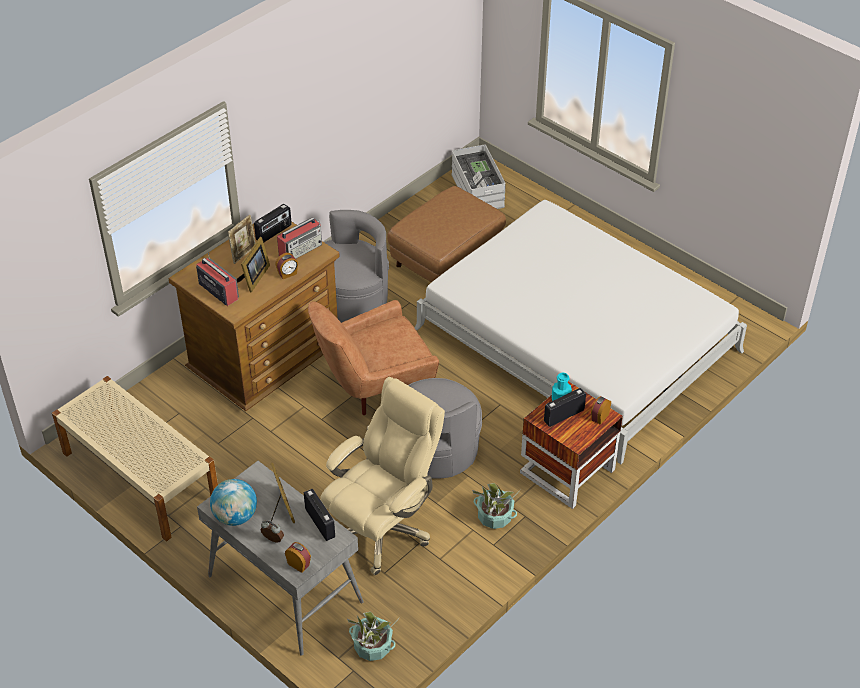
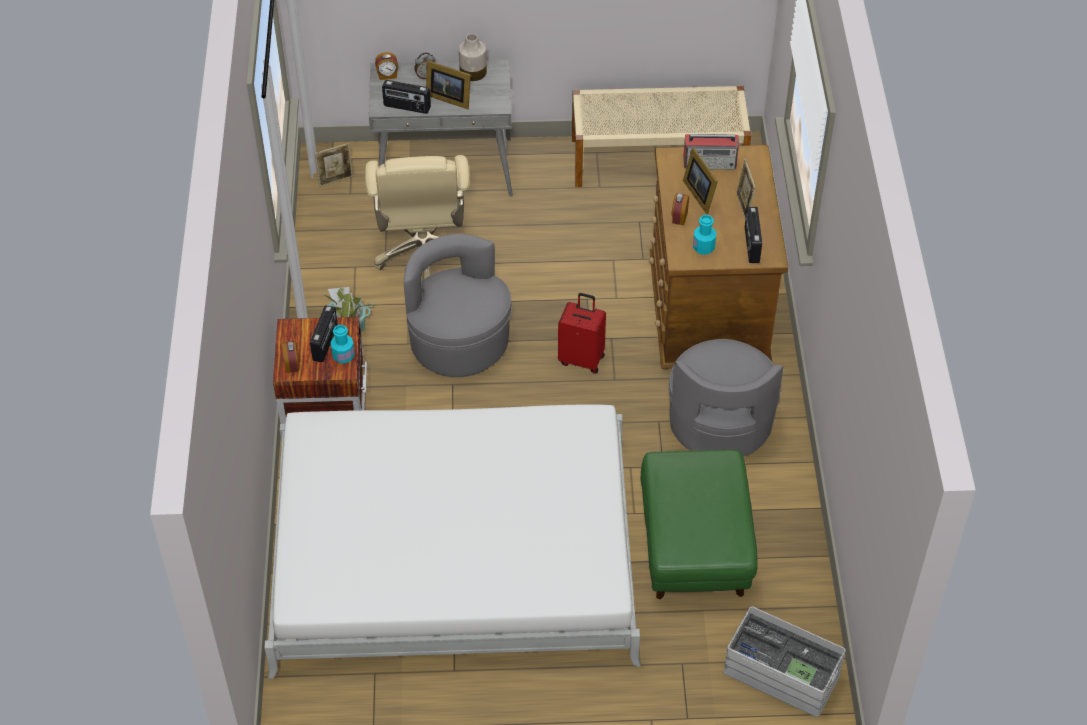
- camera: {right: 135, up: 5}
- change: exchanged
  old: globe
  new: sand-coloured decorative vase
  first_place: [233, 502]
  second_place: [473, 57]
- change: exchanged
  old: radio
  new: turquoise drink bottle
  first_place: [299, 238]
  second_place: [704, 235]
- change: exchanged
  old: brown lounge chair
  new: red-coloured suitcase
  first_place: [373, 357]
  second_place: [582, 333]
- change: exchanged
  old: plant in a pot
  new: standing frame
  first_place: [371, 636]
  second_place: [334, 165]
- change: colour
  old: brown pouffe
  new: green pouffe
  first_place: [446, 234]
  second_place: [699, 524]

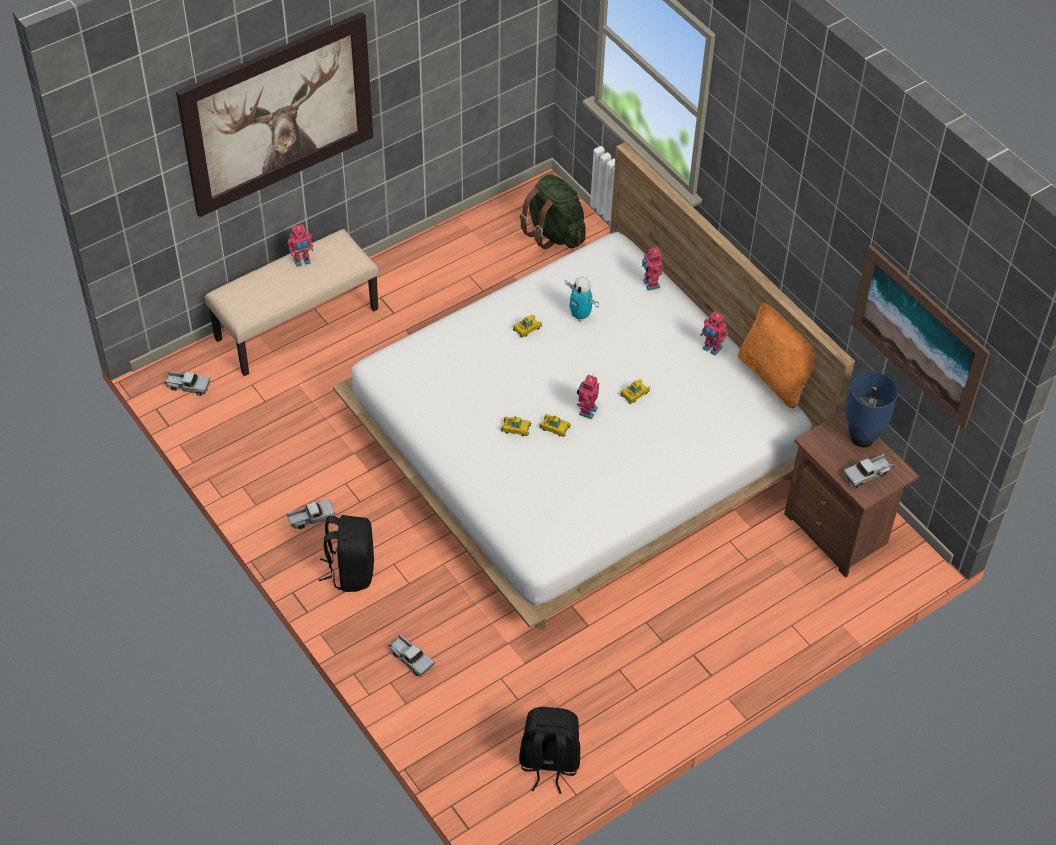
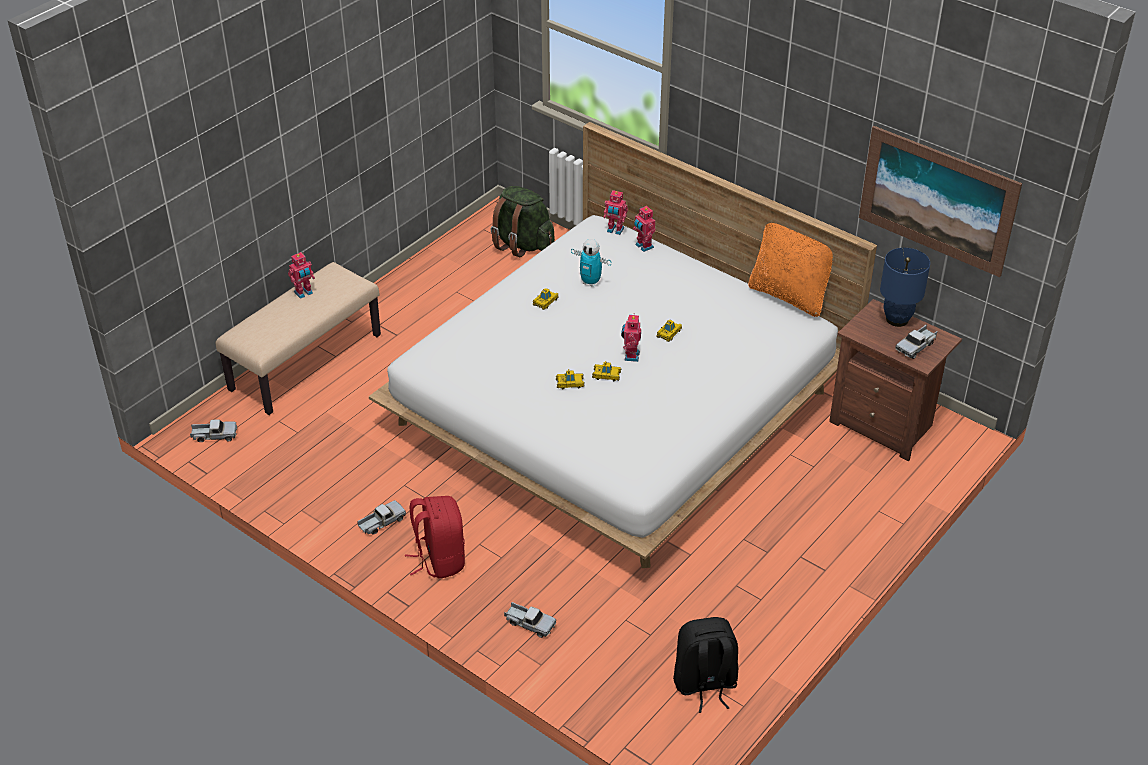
- camera: {right: -15, up: -10}
- change: missing
  old: picture
  first_place: [274, 114]
- change: colour
  old: black rucksack
  new: red-coloured rucksack
  first_place: [346, 553]
  second_place: [435, 537]
- change: relocated
  old: robot figure
  first_place: [714, 333]
  second_place: [616, 212]

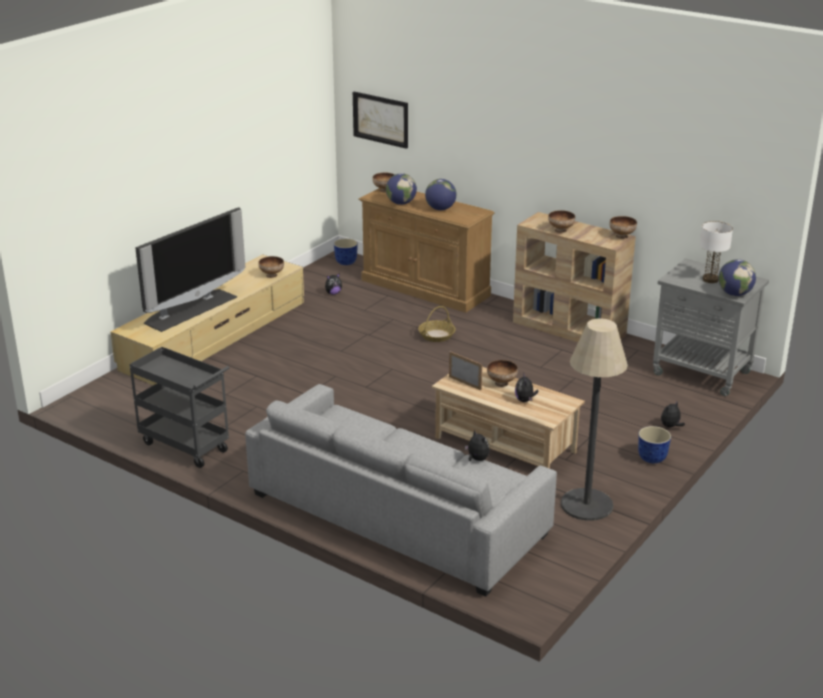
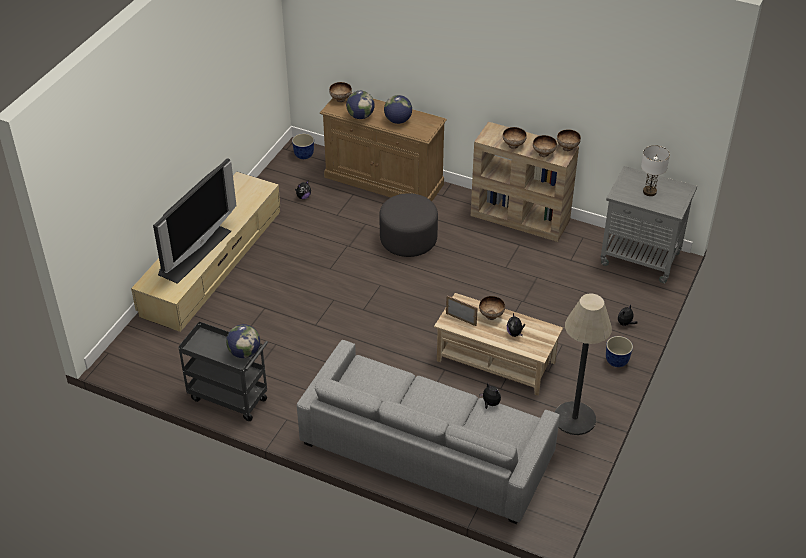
- camera: {right: -10, up: 15}
- change: relocated
  old: bowl
  first_place: [271, 267]
  second_place: [545, 146]
- change: missing
  old: picture
  first_place: [380, 120]
- change: exchanged
  old: household basket
  new: greyish pouffe
  first_place: [437, 324]
  second_place: [408, 225]
- change: relocated
  old: globe
  first_place: [737, 277]
  second_place: [243, 341]

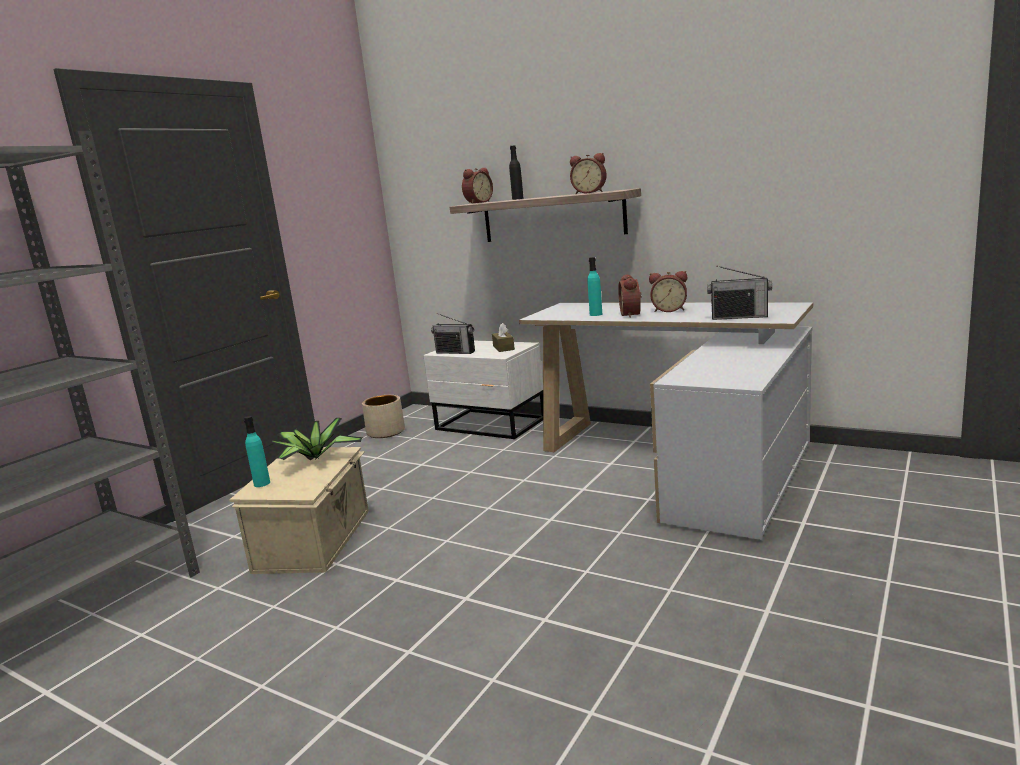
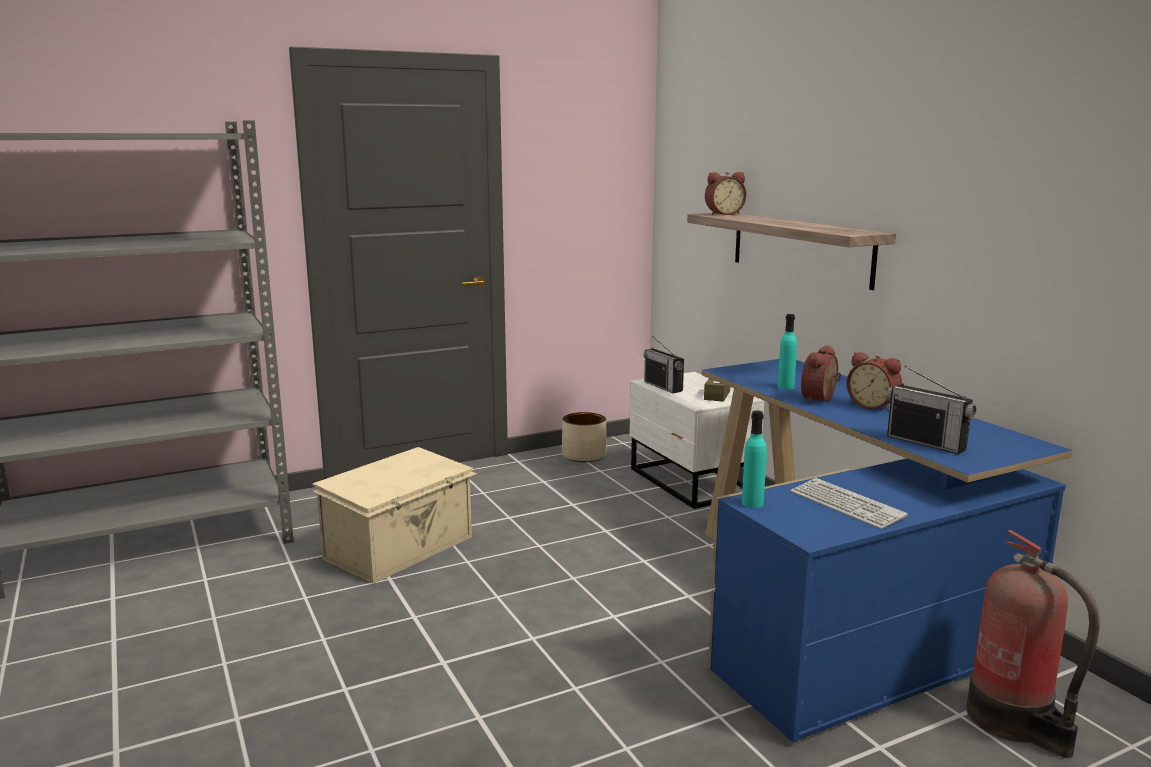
- camera: {right: 30, up: 0}
- change: relocated
  old: turquoise drink bottle
  first_place: [257, 451]
  second_place: [754, 459]
- change: missing
  old: plant in a pot
  first_place: [318, 439]
- change: missing
  old: black drink bottle
  first_place: [516, 172]
- change: colour
  old: white desk
  new: blue-coloured desk
  first_place: [666, 421]
  second_place: [887, 551]
- change: missing
  old: alarm clock
  first_place: [588, 173]
- change: appeared
  new: PC keyboard
  second_place: [849, 503]
- change: appeared
  new: fire-fighting cylinder
  second_place: [1033, 644]

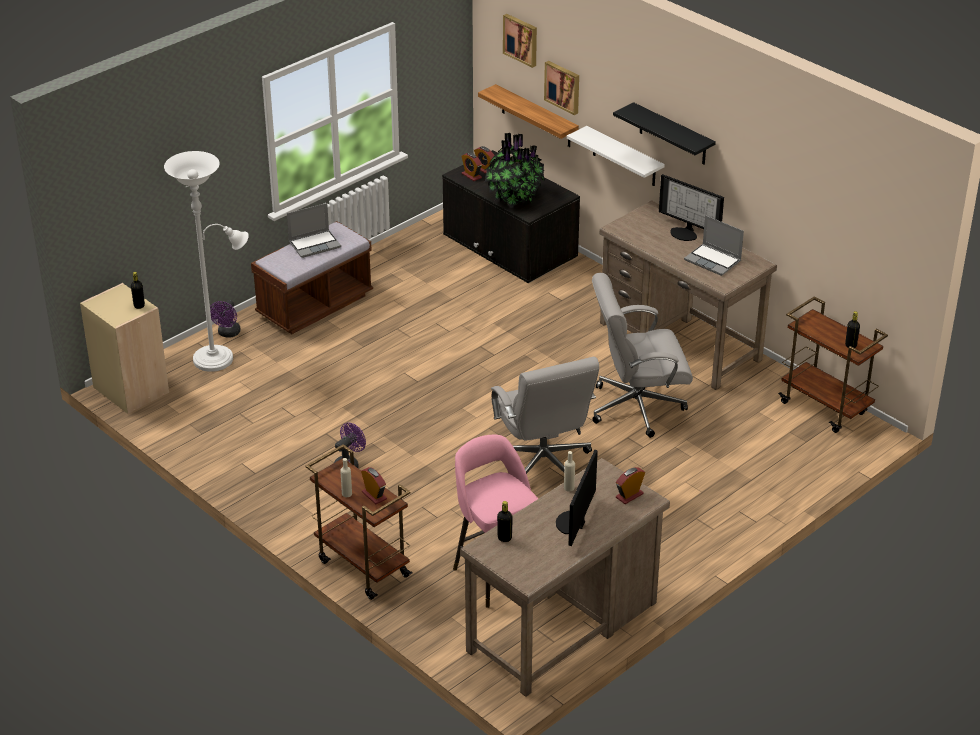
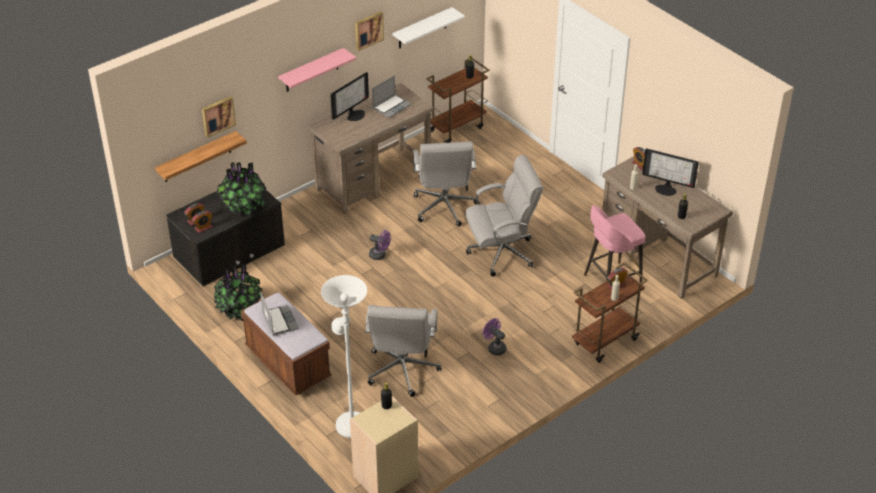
- camera: {right: -85, up: 5}
- change: relocated
  old: purple electric fan
  first_place: [225, 318]
  second_place: [380, 245]
- change: relocated
  old: picture
  first_place: [520, 41]
  second_place: [369, 31]
- change: relocated
  old: white wall shelf
  first_place: [616, 156]
  second_place: [428, 28]
- change: colour
  old: black wall shelf
  new: pinkish wall shelf
  first_place: [664, 133]
  second_place: [317, 70]
- change: appeared
  new: plant in a pot
  second_place: [238, 292]
- change: appeared
  new: greyish desk chair
  second_place: [403, 351]

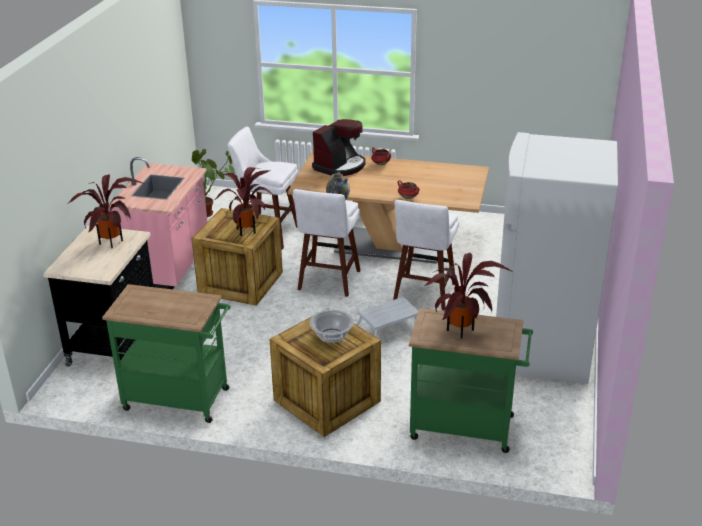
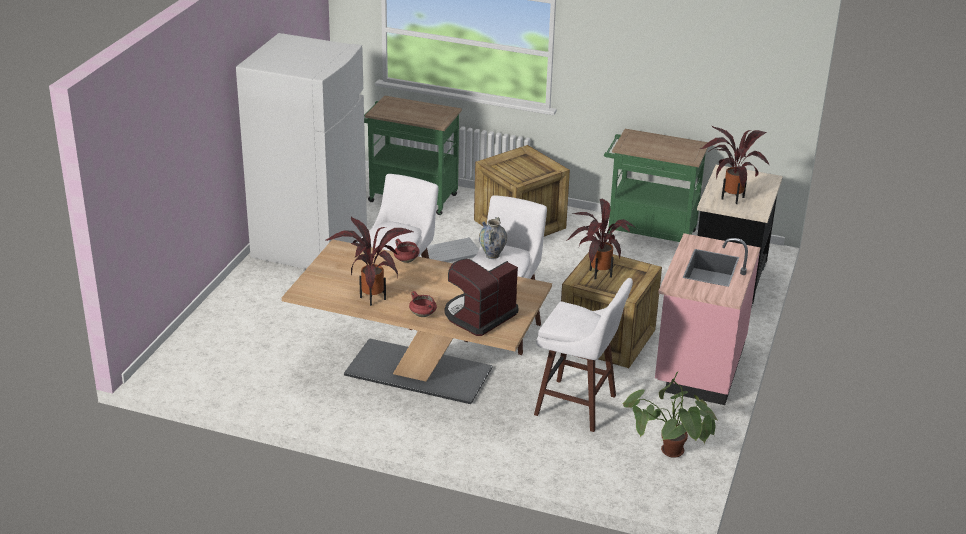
- camera: {right: -175, up: 0}
- change: missing
  old: stockpot
  first_place: [332, 326]
- change: relocated
  old: plant in a pot
  first_place: [467, 295]
  second_place: [369, 261]

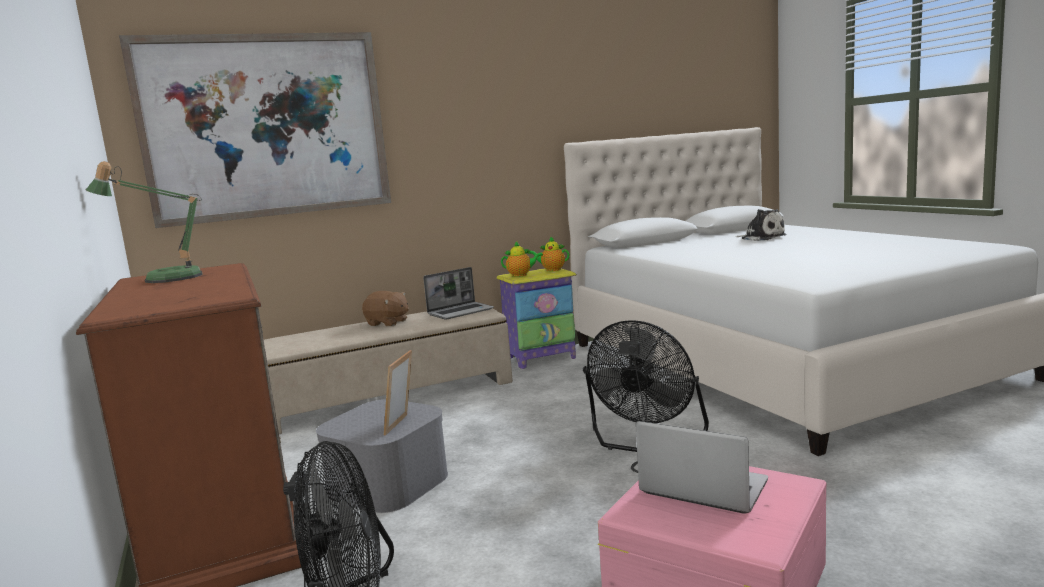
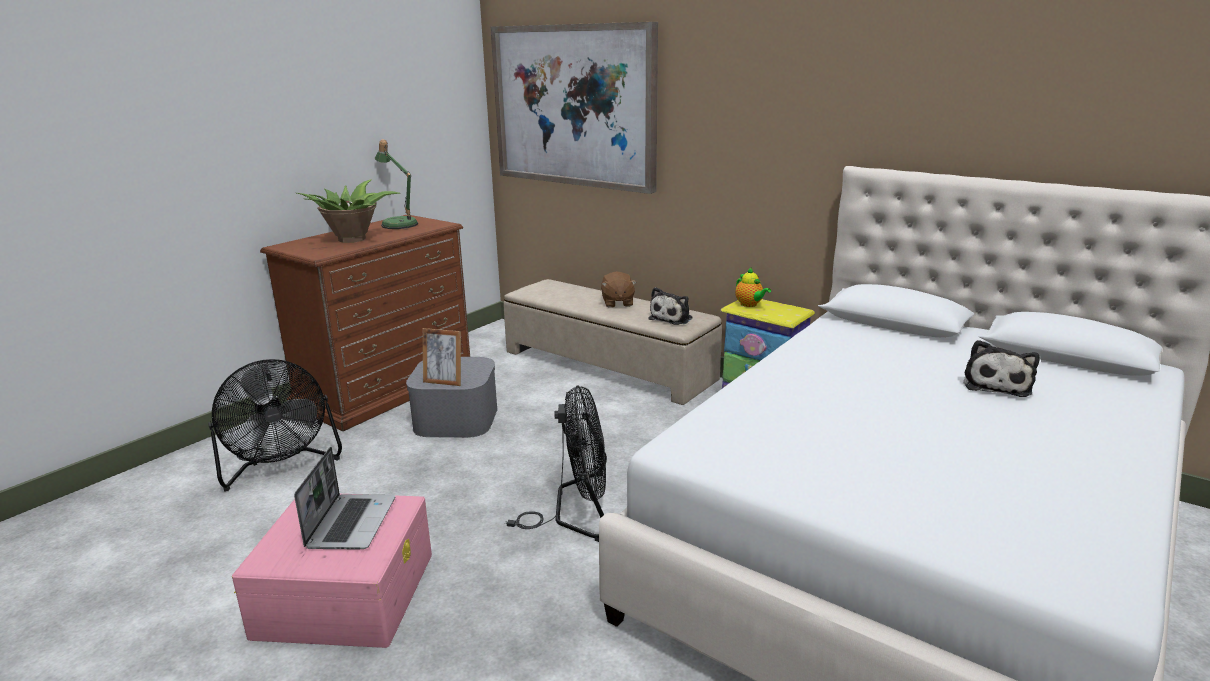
- camera: {right: 60, up: 10}
- change: spun
  old: standing frame
  first_place: [398, 393]
  second_place: [442, 357]
  degrees: -150
- change: exchanged
  old: portable computer
  new: plush toy
  first_place: [458, 293]
  second_place: [670, 306]
- change: missing
  old: tea pot
  first_place: [548, 253]
- change: appeared
  new: plant in a pot
  second_place: [348, 211]

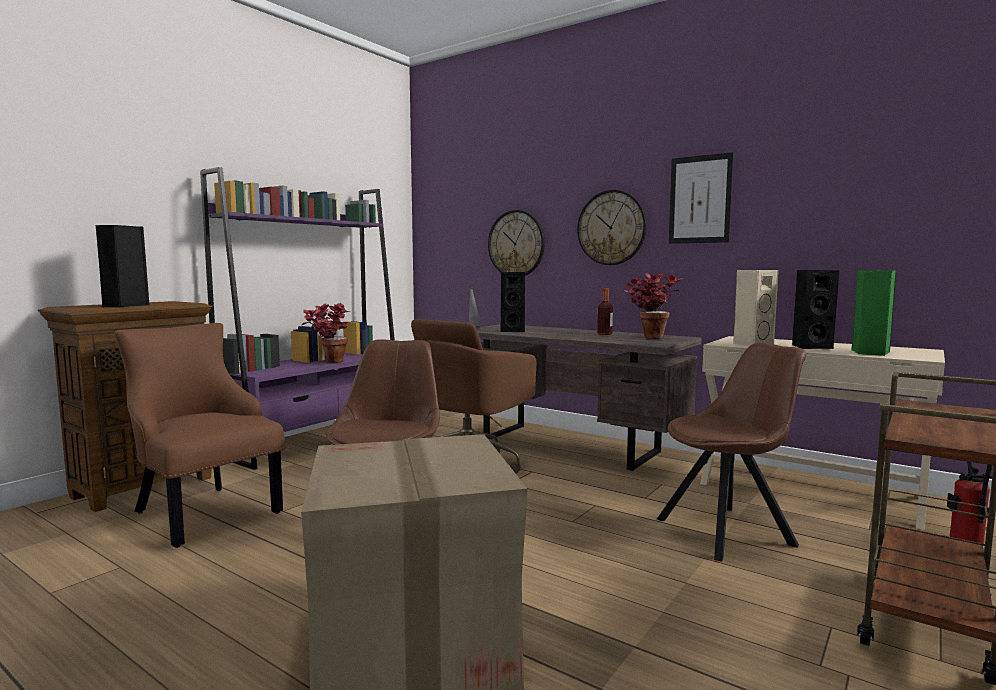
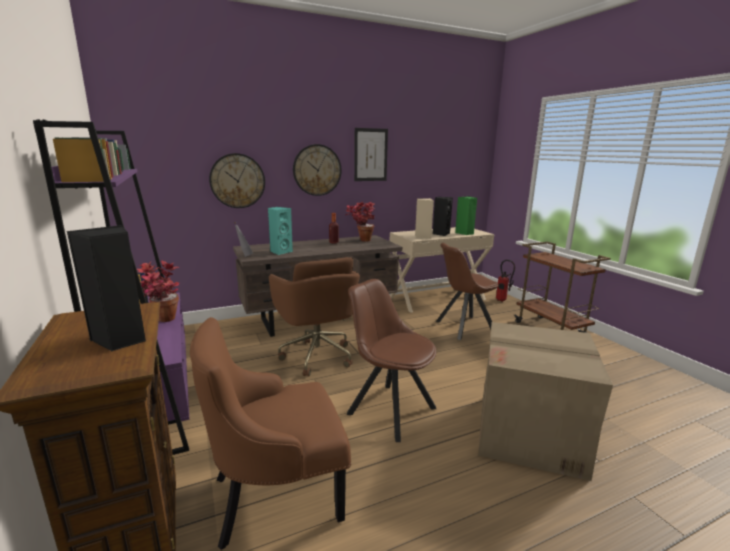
- camera: {right: -60, up: 10}
- change: colour
  old: black audio speaker
  new: turquoise audio speaker
  first_place: [512, 302]
  second_place: [280, 231]
- change: spun
  old: brown plain chair
  first_place: [731, 452]
  second_place: [467, 291]
  degrees: -120

